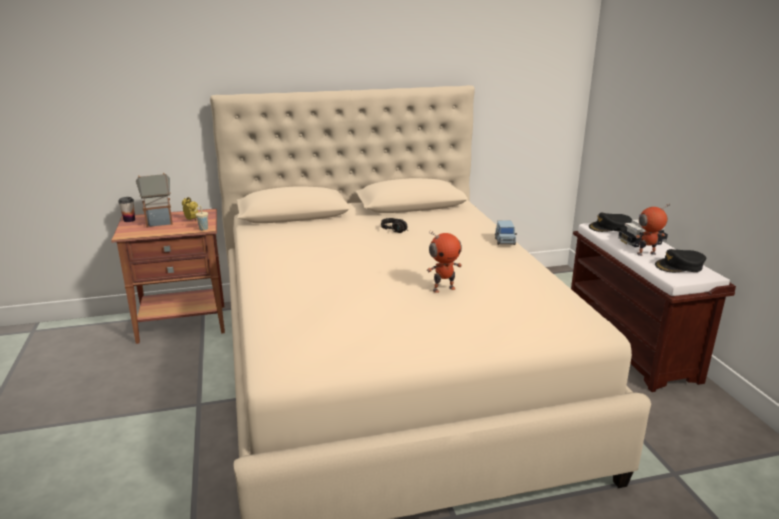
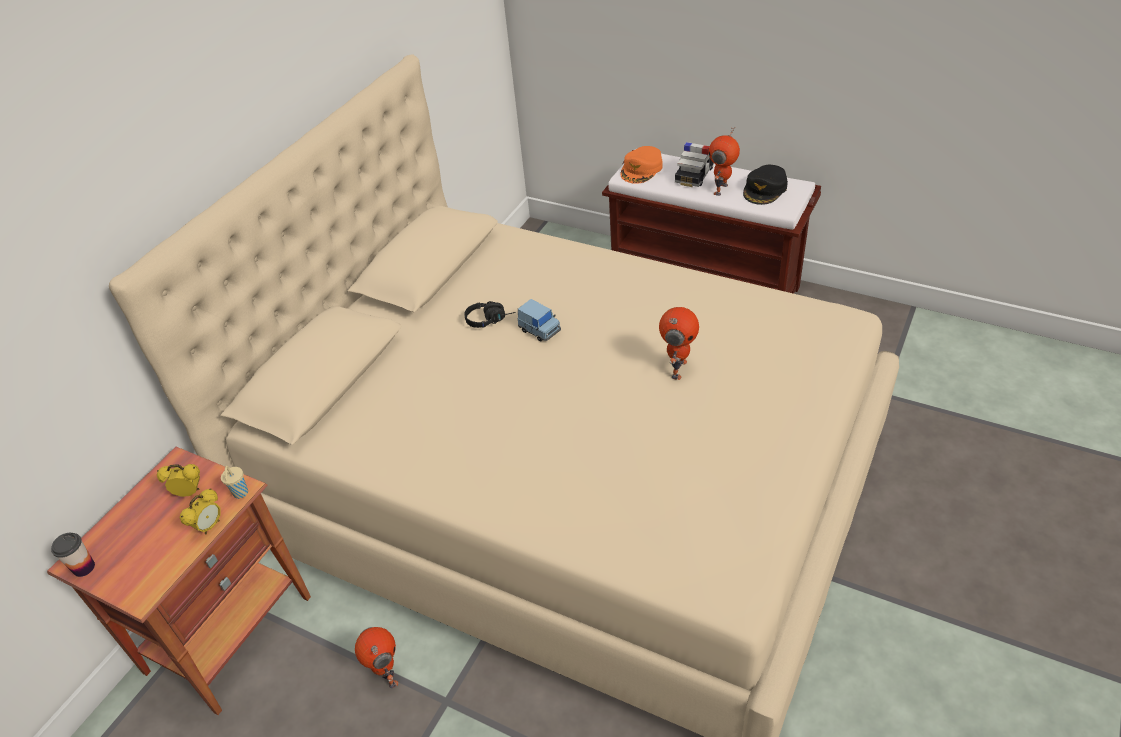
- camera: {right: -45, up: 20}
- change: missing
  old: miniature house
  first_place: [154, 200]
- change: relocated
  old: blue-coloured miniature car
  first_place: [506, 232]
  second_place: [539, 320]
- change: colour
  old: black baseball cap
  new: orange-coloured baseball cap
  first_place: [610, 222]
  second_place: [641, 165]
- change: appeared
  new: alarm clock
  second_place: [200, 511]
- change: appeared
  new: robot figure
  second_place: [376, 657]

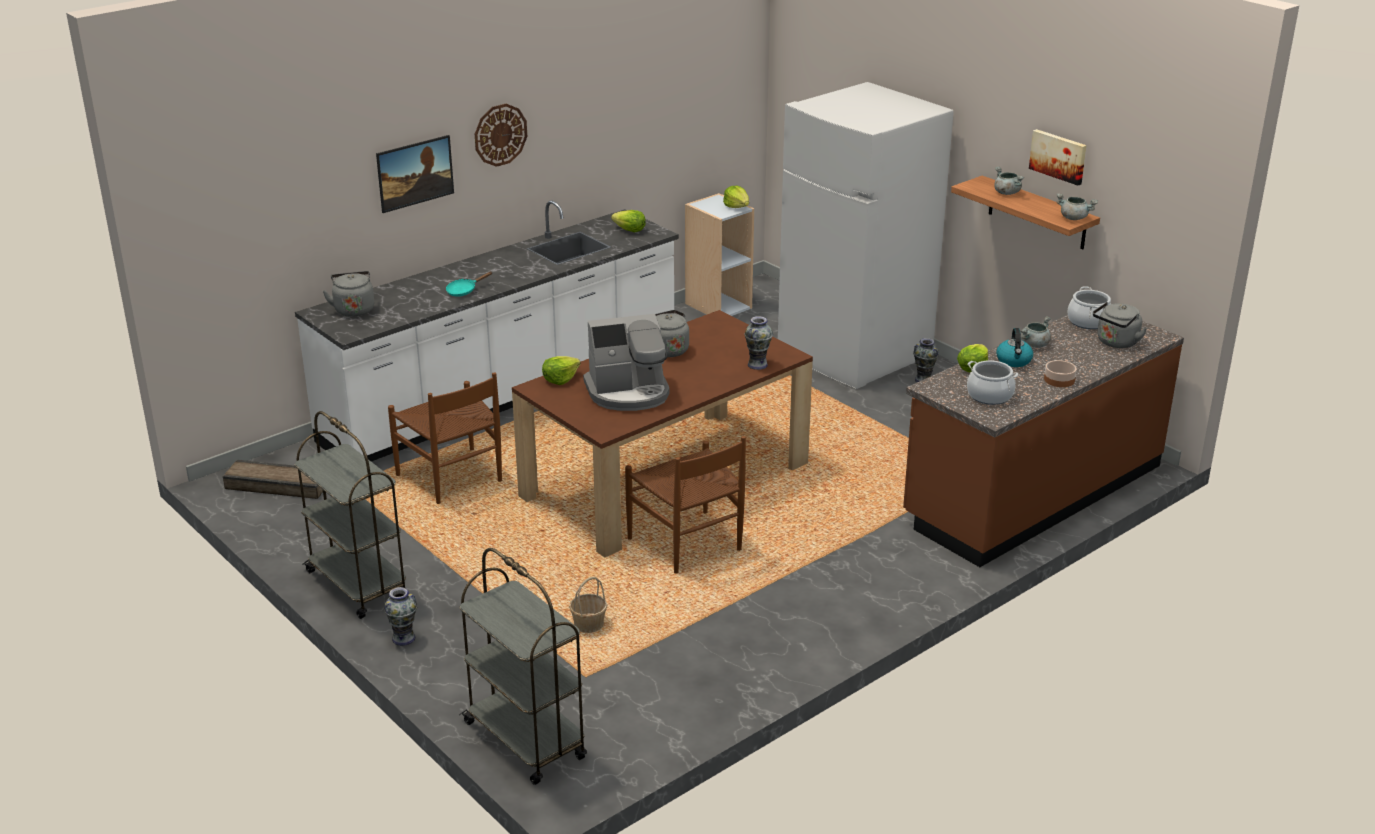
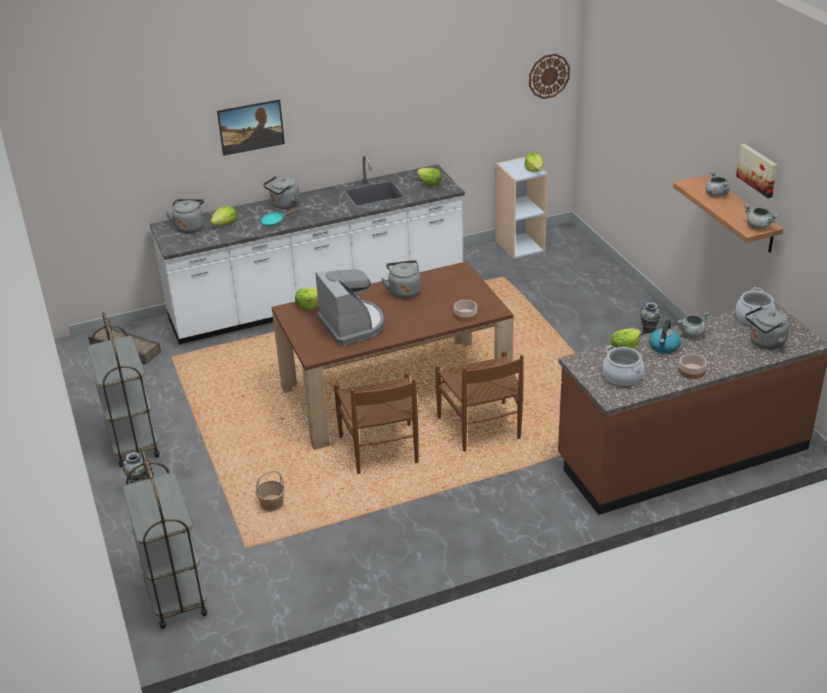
- camera: {right: 20, up: 5}
- change: relocated
  old: brown plain chair
  first_place: [445, 438]
  second_place: [479, 401]
- change: relocated
  old: wall clock
  first_place: [501, 135]
  second_place: [549, 76]
- change: spun
  old: coffee maker
  first_place: [626, 362]
  second_place: [349, 307]
  degrees: -120
- change: exchanged
  old: decorative vase
  new: bowl
  first_place: [758, 343]
  second_place: [465, 311]
- change: missing
  old: white kitchen fridge
  first_place: [865, 235]
- change: appeared
  new: head of lettuce
  second_place: [223, 216]
- change: appeared
  new: greyish kettle
  second_place: [281, 192]

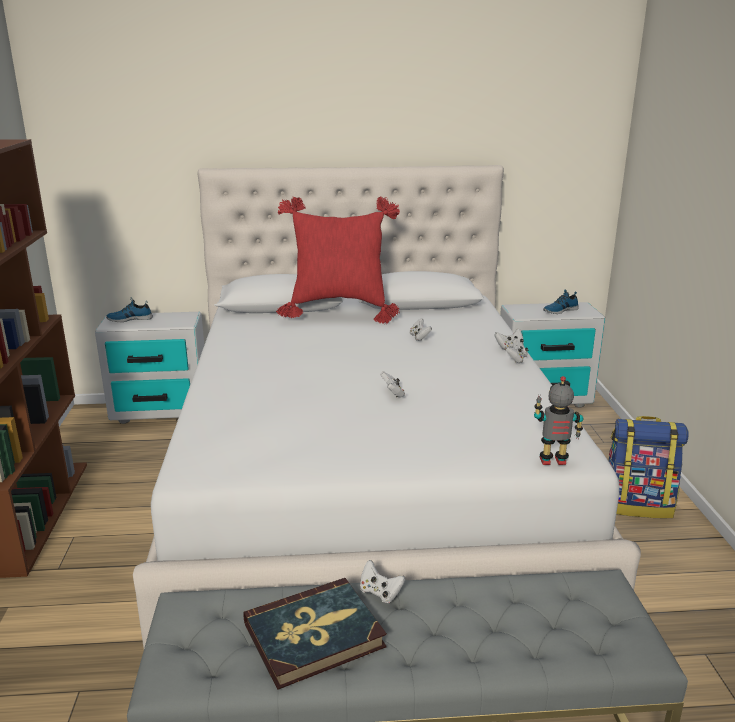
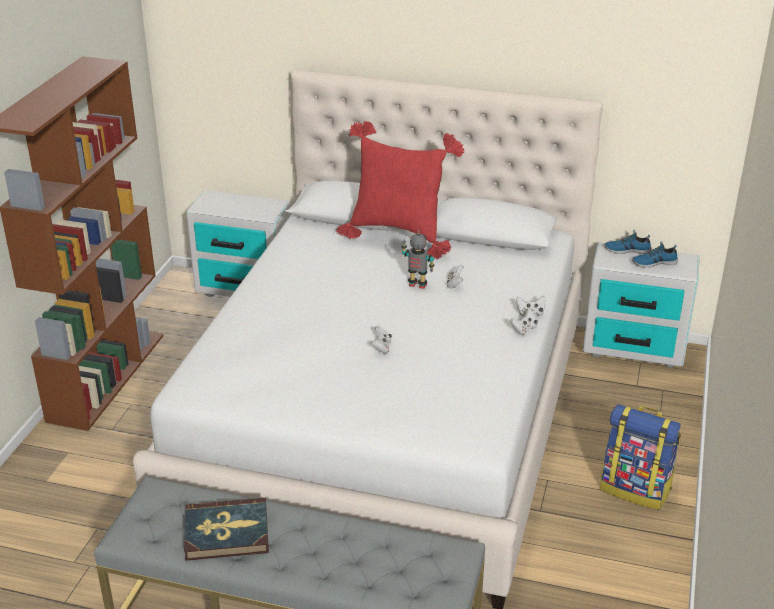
- camera: {right: 20, up: 10}
- change: relocated
  old: item of footwear
  first_place: [129, 309]
  second_place: [628, 242]
- change: missing
  old: white game controller
  first_place: [382, 581]
- change: relocated
  old: robot figure
  first_place: [559, 420]
  second_place: [417, 259]

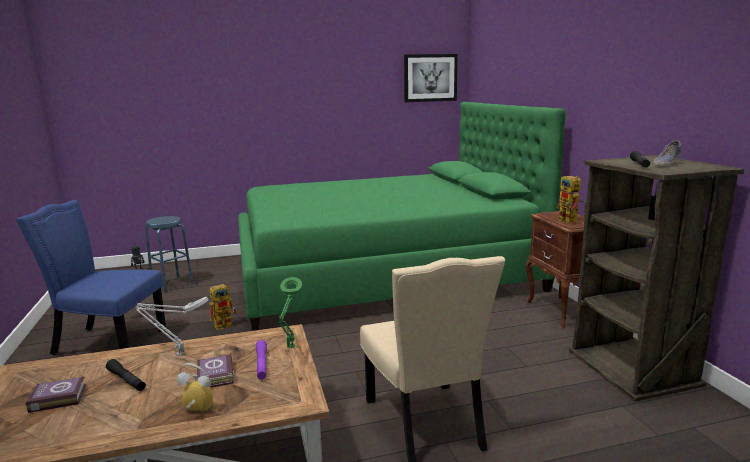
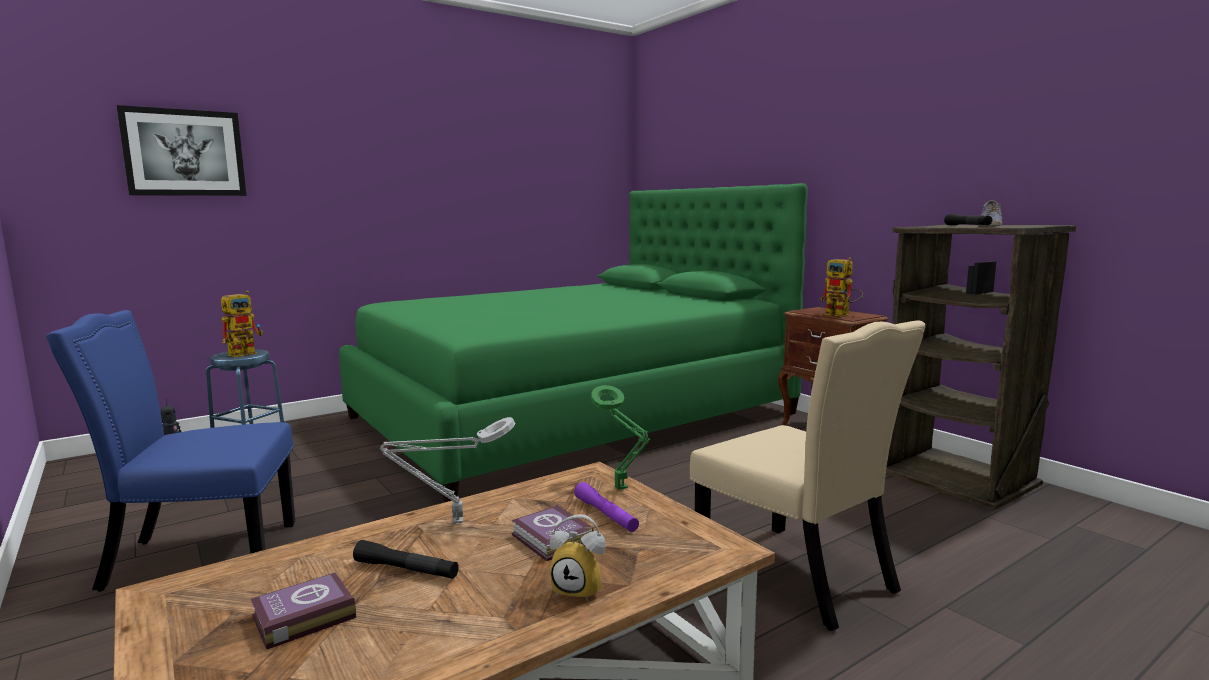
- camera: {right: -20, up: -5}
- change: spun
  old: alarm clock
  first_place: [195, 388]
  second_place: [578, 558]
  degrees: -150
- change: relocated
  old: robot figure
  first_place: [223, 306]
  second_place: [242, 324]
- change: relocated
  old: picture
  first_place: [431, 78]
  second_place: [181, 150]

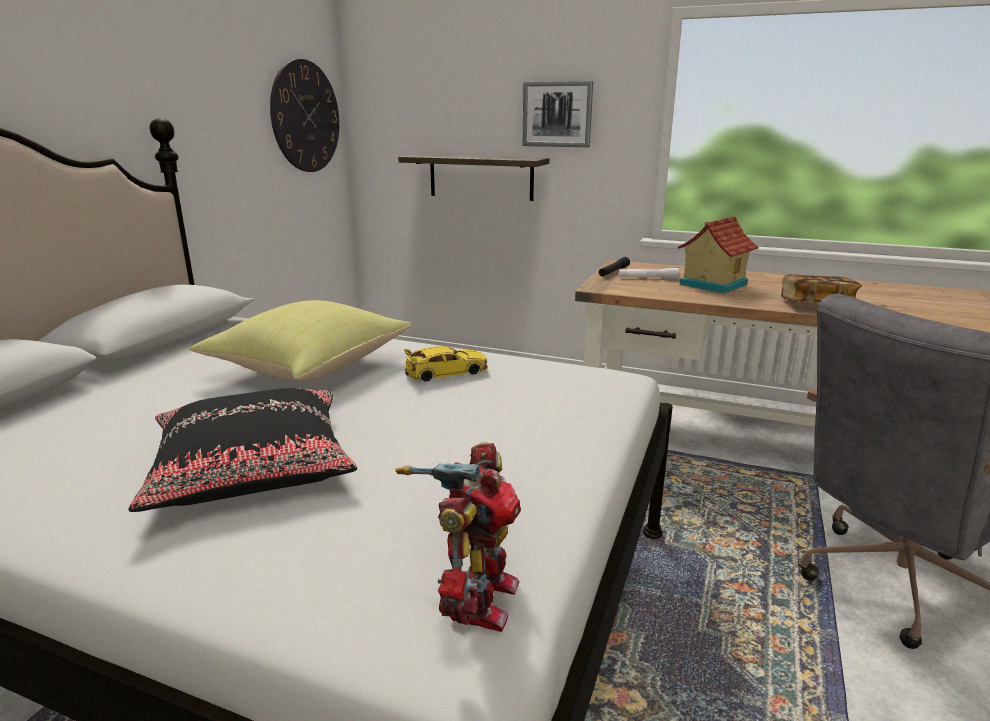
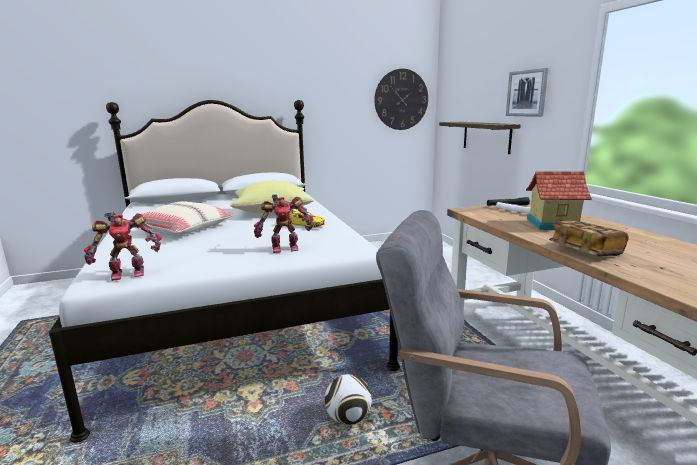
- camera: {right: 50, up: -5}
- change: colour
  old: black pillow
  new: sand-coloured pillow
  first_place: [243, 450]
  second_place: [183, 218]
- change: appeared
  new: robot figure
  second_place: [284, 223]
- change: appeared
  new: ball for football
  second_place: [348, 399]

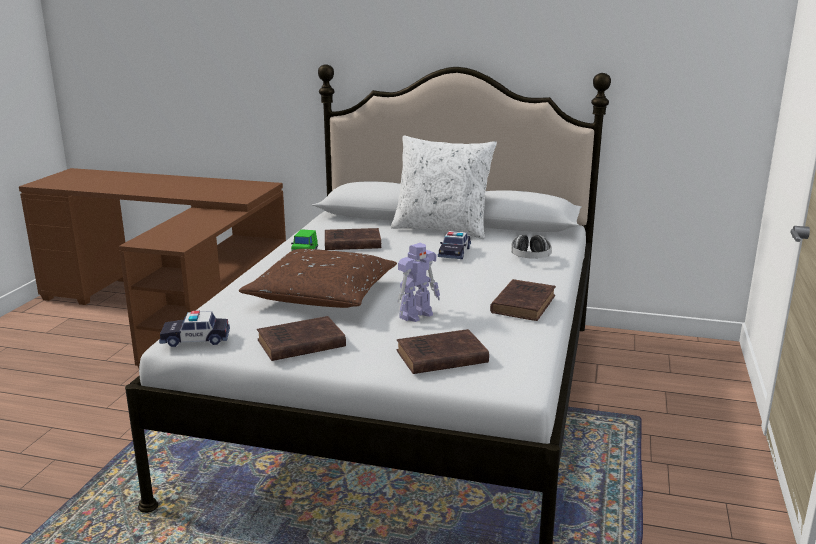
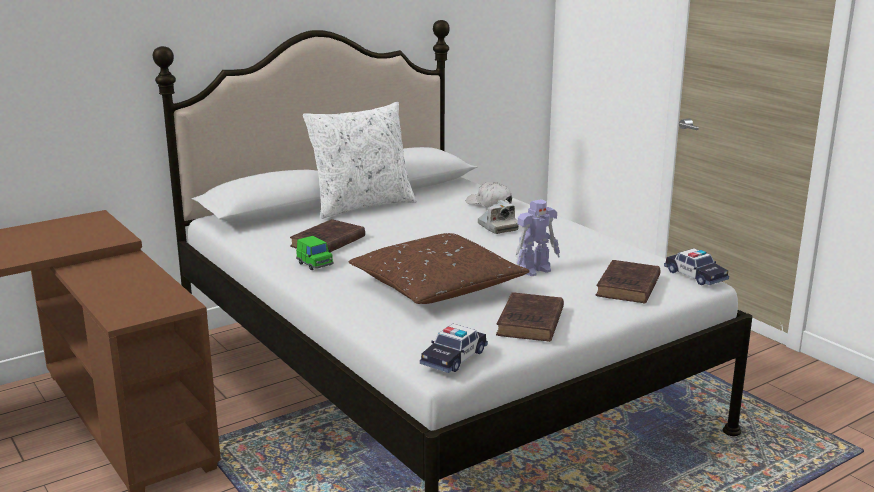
- camera: {right: -50, up: 0}
- change: spun
  old: robot figure
  first_place: [418, 282]
  second_place: [537, 237]
  degrees: 60
- change: relocated
  old: miniature car
  first_place: [454, 245]
  second_place: [696, 266]
- change: missing
  old: brown volume
  first_place: [523, 300]
- change: exchanged
  old: headphones
  new: white baseball cap
  first_place: [531, 247]
  second_place: [489, 194]
- change: appeared
  new: photo camera
  second_place: [498, 217]

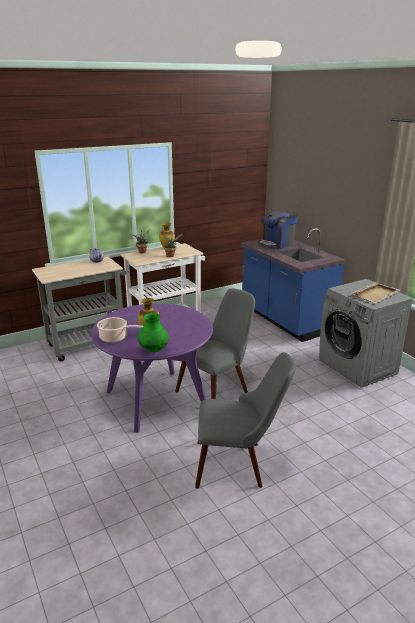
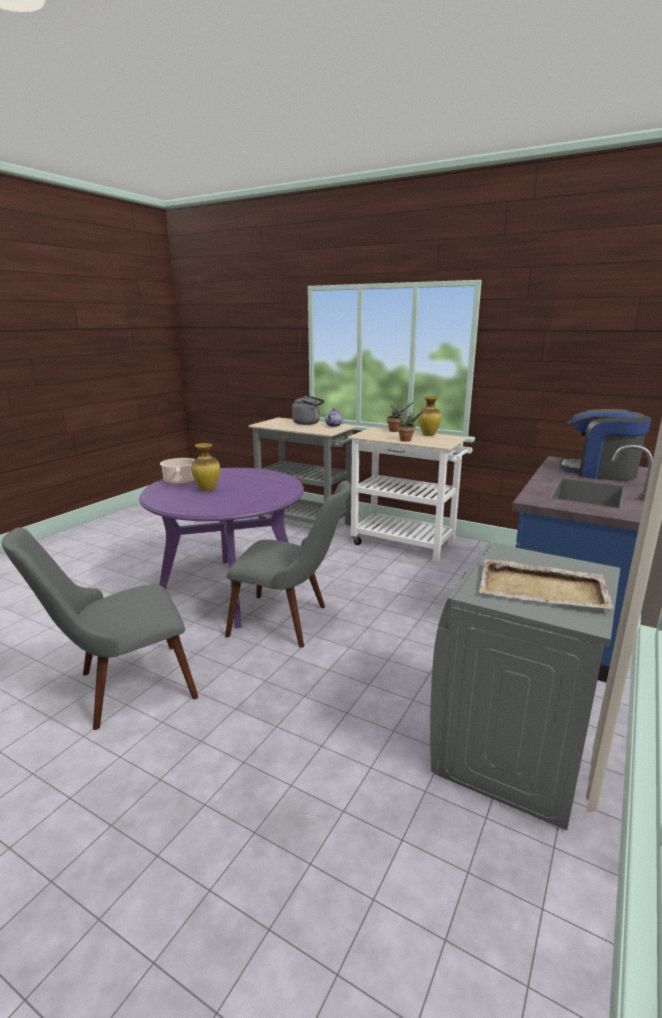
- camera: {right: 60, up: -5}
- change: missing
  old: green decorative vase
  first_place: [153, 332]
- change: spun
  old: greyish plain chair
  first_place: [245, 420]
  second_place: [100, 628]
  degrees: 90
- change: appeared
  new: greyish kettle
  second_place: [308, 410]

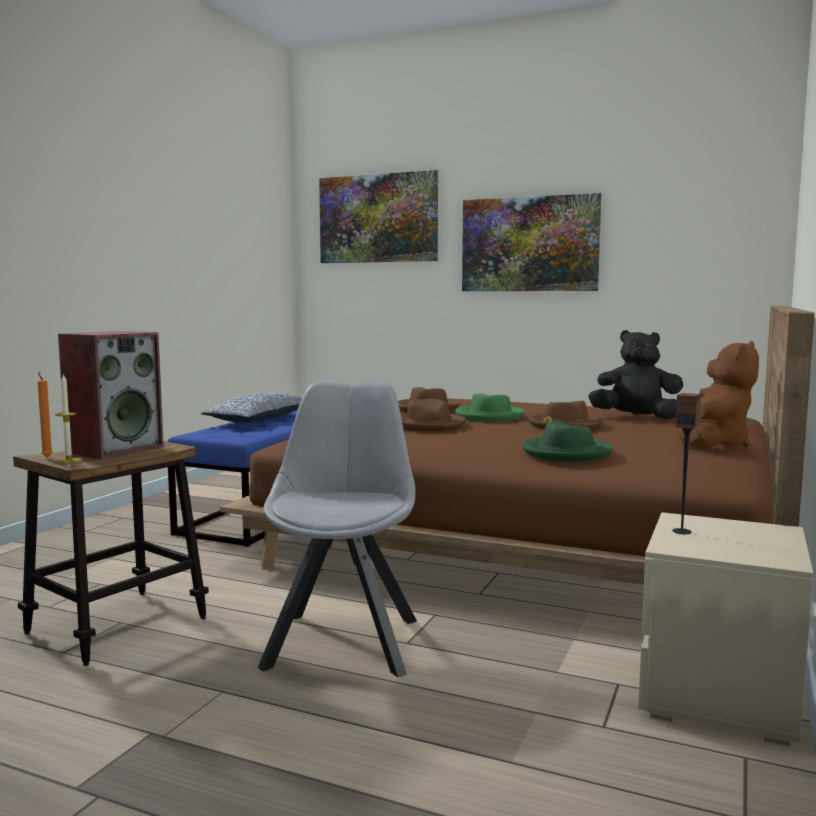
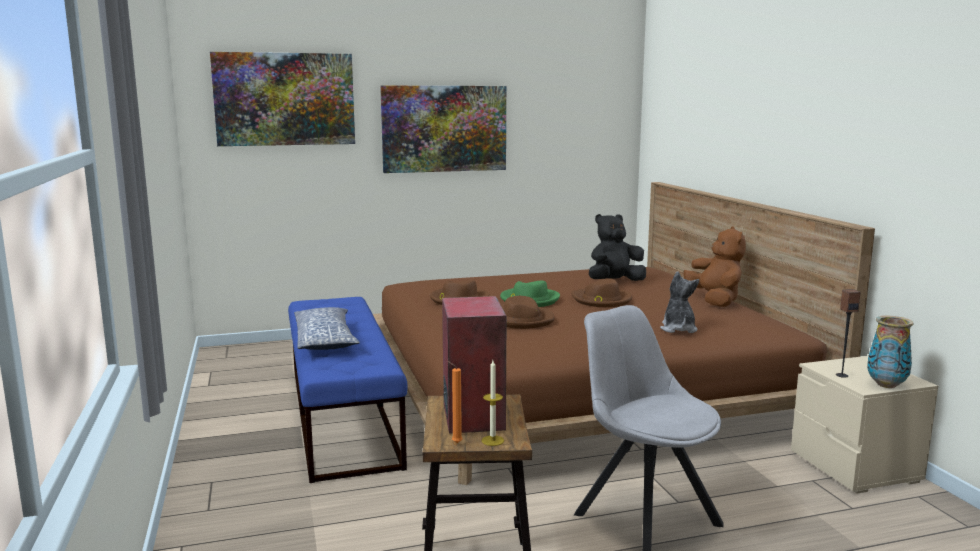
- camera: {right: -40, up: 5}
- change: exchanged
  old: green hat
  new: plush toy
  first_place: [567, 442]
  second_place: [679, 302]
- change: appeared
  new: decorative vase
  second_place: [890, 352]

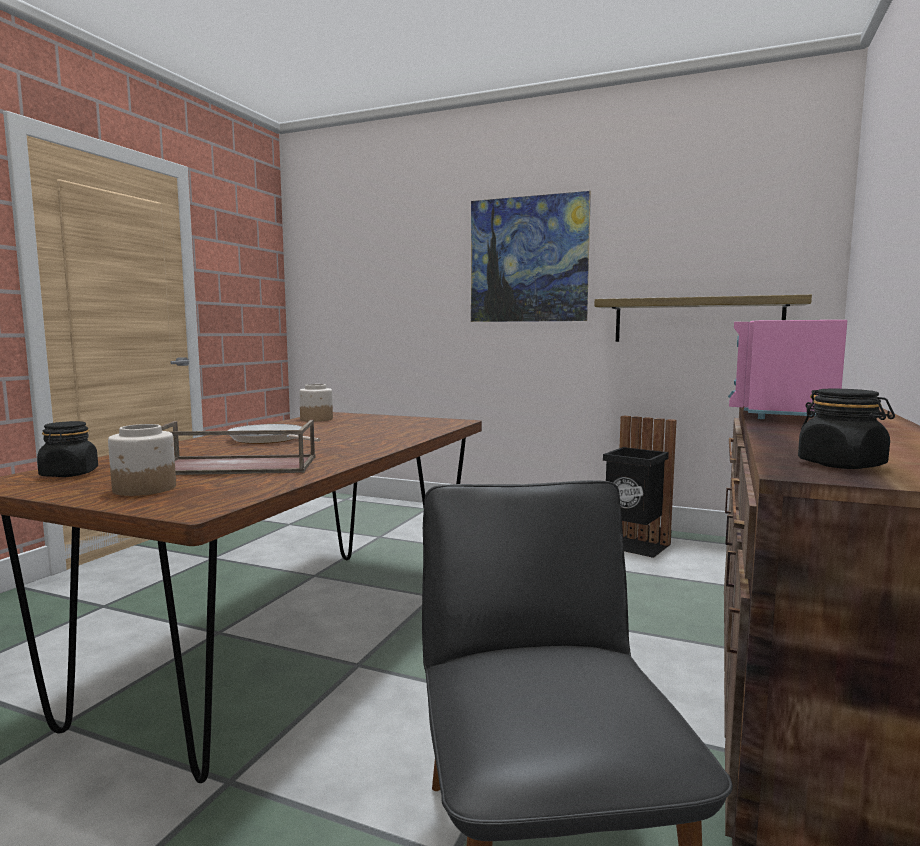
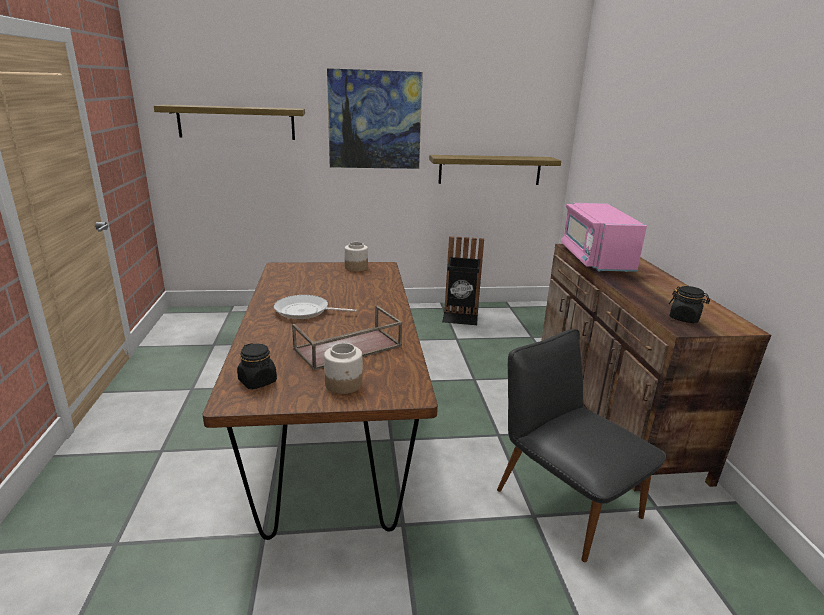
- camera: {right: -30, up: 15}
- change: relocated
  old: jar
  first_place: [316, 403]
  second_place: [356, 257]
- change: appeared
  new: wall shelf
  second_place: [229, 122]

